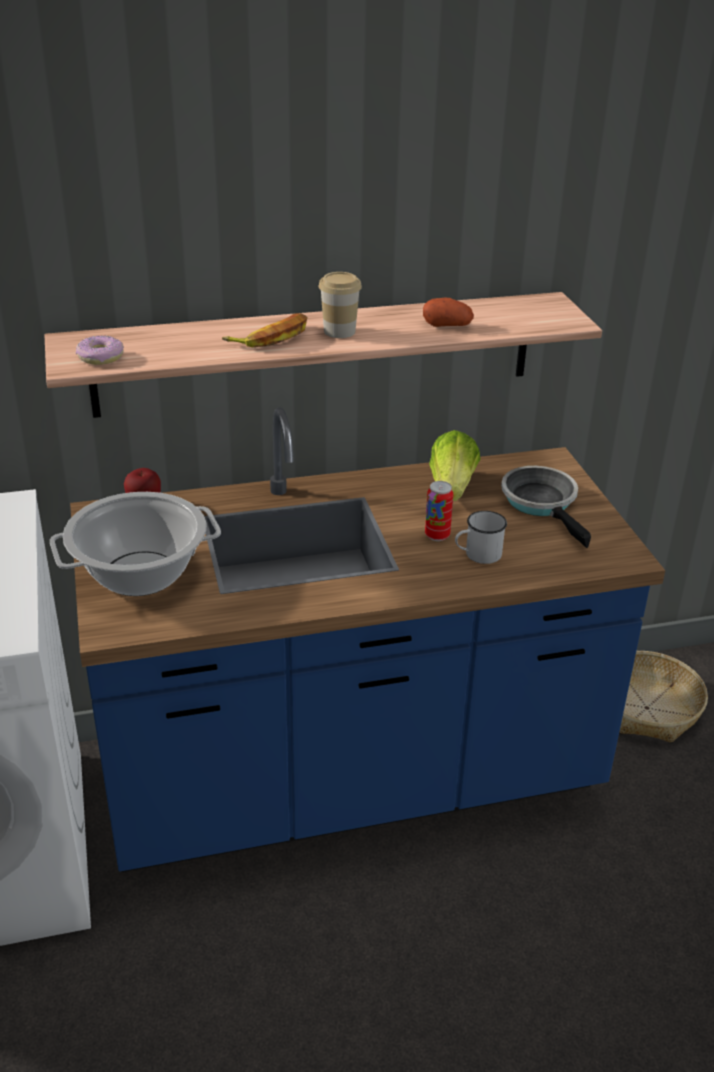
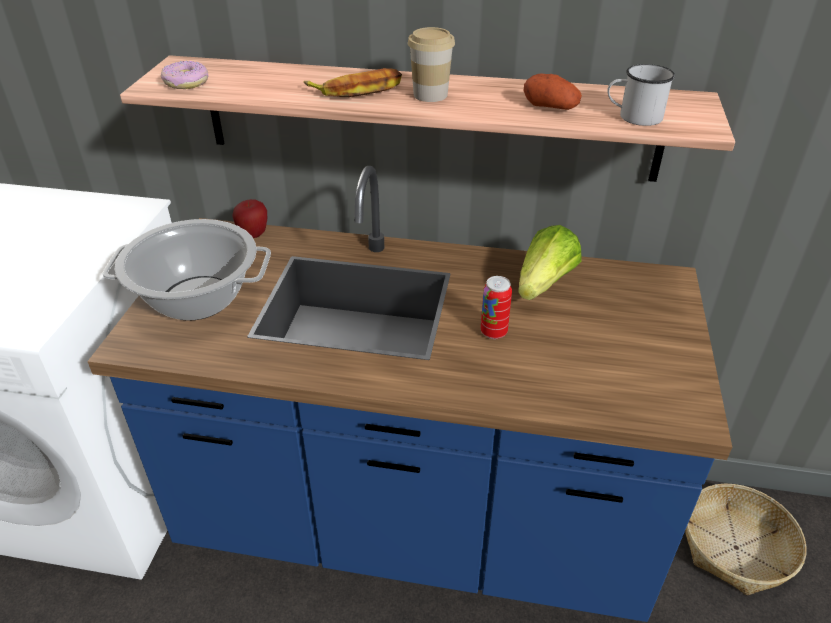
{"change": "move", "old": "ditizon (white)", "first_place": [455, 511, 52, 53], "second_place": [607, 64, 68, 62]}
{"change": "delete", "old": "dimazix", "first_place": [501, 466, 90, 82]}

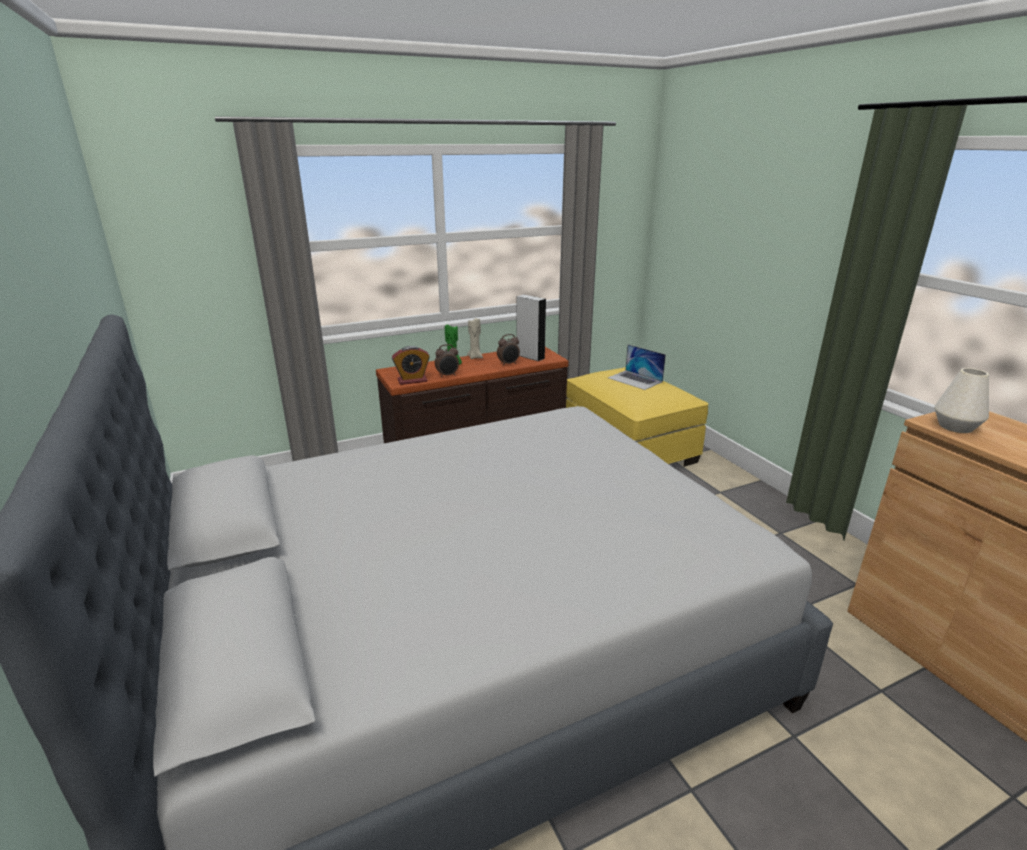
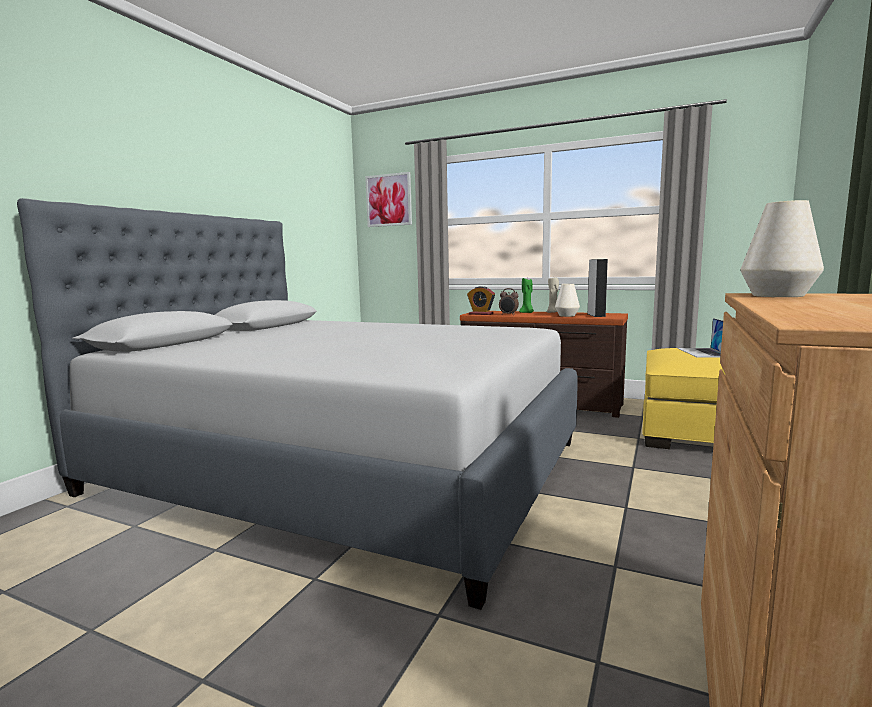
{"change": "insert", "new": "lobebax", "second_place": [365, 172, 47, 55]}
{"change": "replace", "old": "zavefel", "new": "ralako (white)", "first_place": [497, 334, 23, 32], "second_place": [555, 284, 25, 33]}

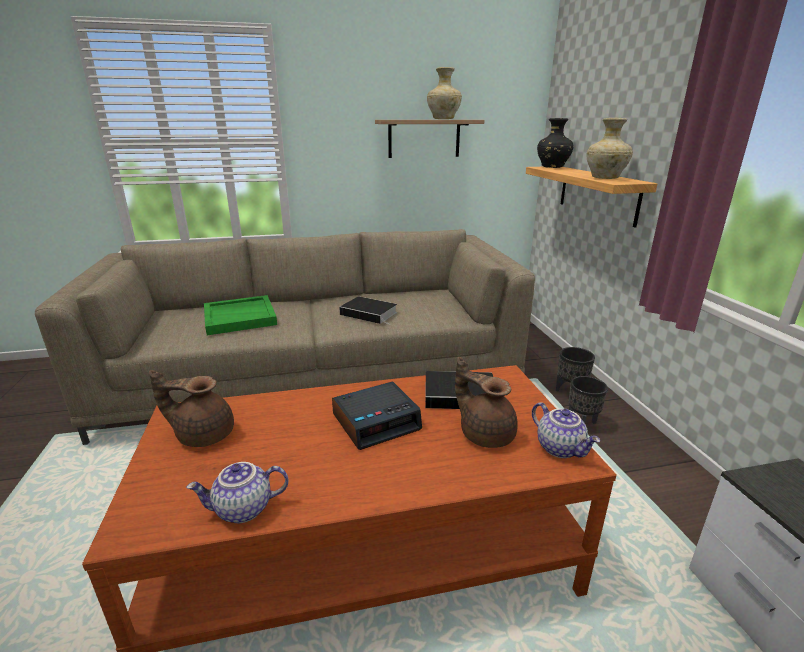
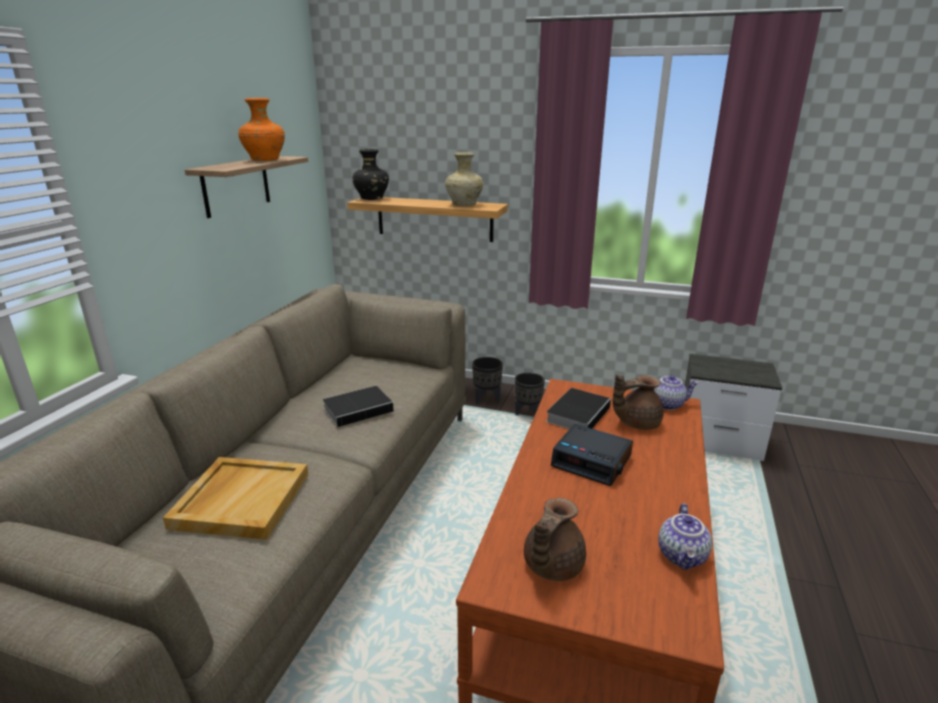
{"change": "recolor", "old": "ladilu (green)", "new": "ladilu (beige)", "first_place": [204, 295, 73, 40], "second_place": [163, 457, 145, 83]}
{"change": "recolor", "old": "ralako (beige)", "new": "ralako (orange)", "first_place": [427, 67, 35, 52], "second_place": [238, 98, 47, 63]}
{"change": "rotate", "old": "zavefel", "first_place": [332, 382, 90, 68], "second_place": [551, 424, 82, 62], "degrees": 120}

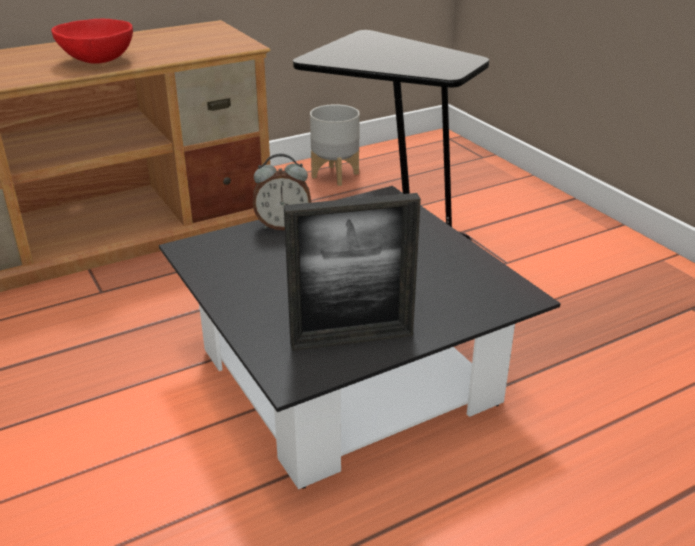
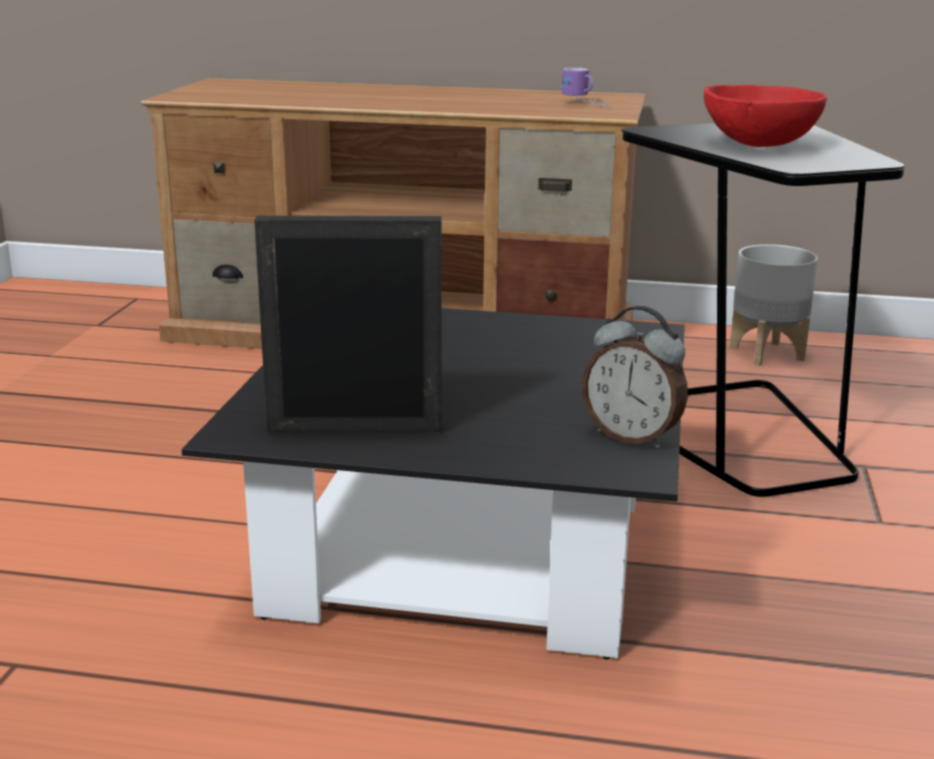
{"change": "rotate", "old": "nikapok", "first_place": [284, 193, 137, 158], "second_place": [254, 216, 188, 217], "degrees": 150}
{"change": "insert", "new": "ditizon", "second_place": [562, 67, 48, 40]}
{"change": "move", "old": "zavefel", "first_place": [253, 154, 58, 76], "second_place": [582, 306, 106, 142]}
{"change": "move", "old": "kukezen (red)", "first_place": [51, 19, 82, 45], "second_place": [704, 85, 123, 62]}

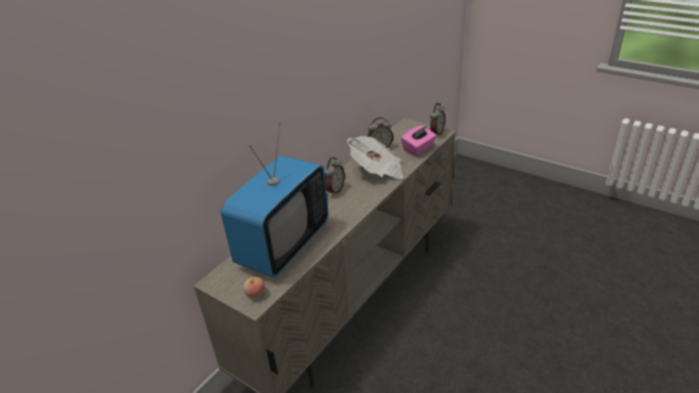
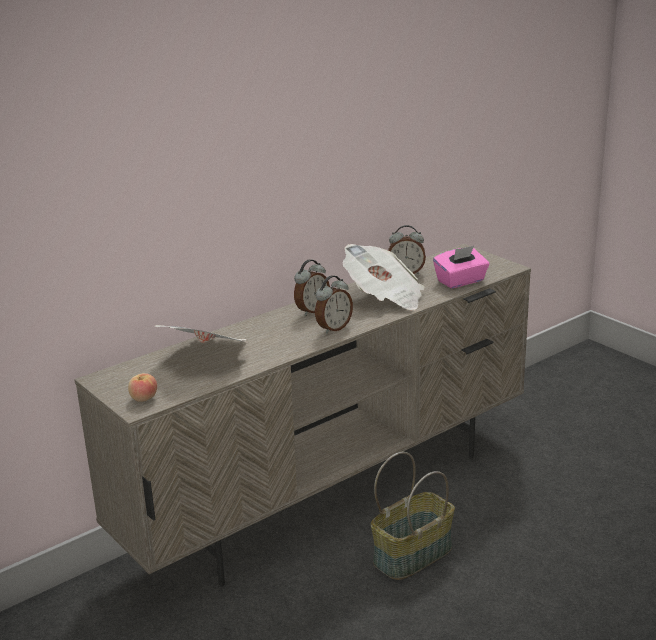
{"change": "replace", "old": "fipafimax", "new": "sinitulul", "first_place": [221, 123, 108, 155], "second_place": [155, 325, 91, 18]}
{"change": "move", "old": "zavefel", "first_place": [430, 103, 15, 33], "second_place": [315, 275, 38, 59]}
{"change": "insert", "new": "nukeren", "second_place": [371, 452, 84, 128]}

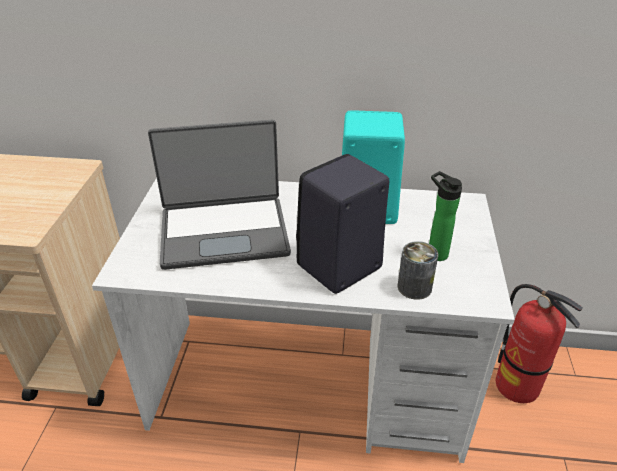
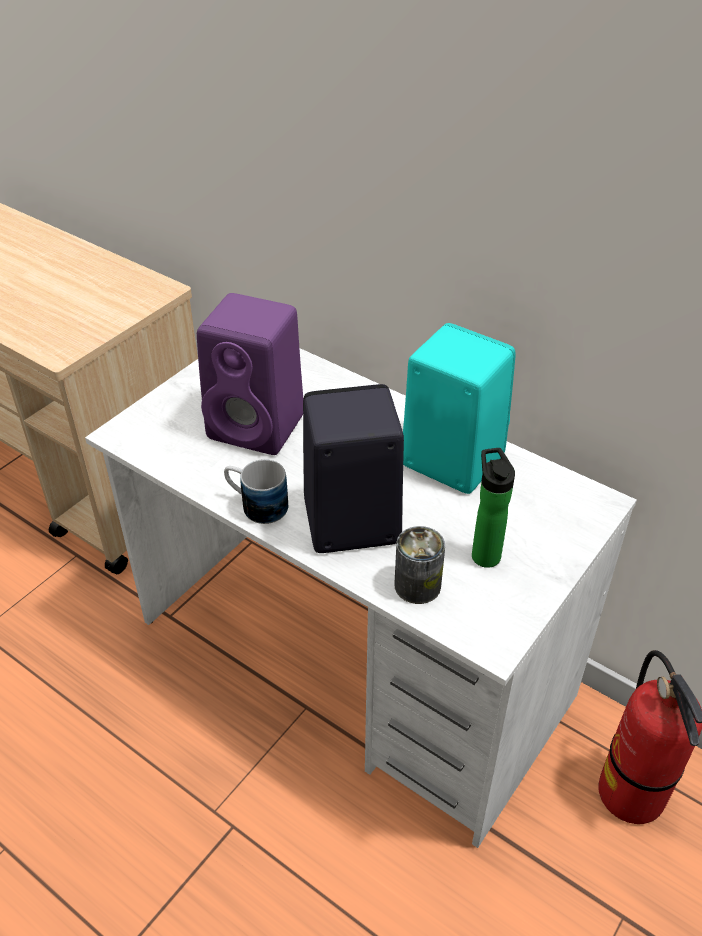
{"change": "replace", "old": "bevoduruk", "new": "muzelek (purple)", "first_place": [148, 120, 143, 150], "second_place": [197, 293, 106, 162]}
{"change": "insert", "new": "ditizon", "second_place": [224, 459, 64, 65]}

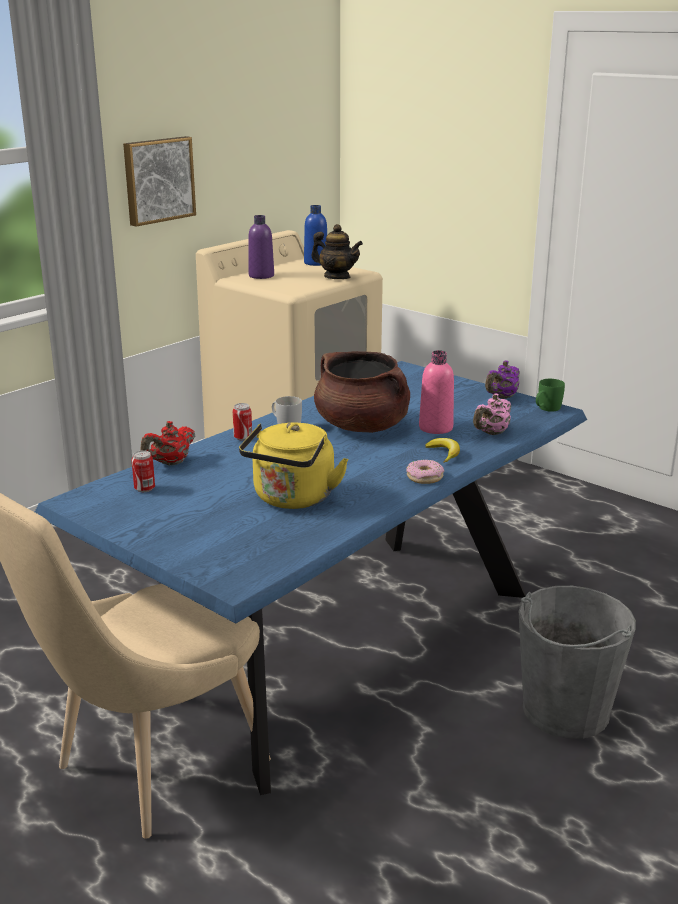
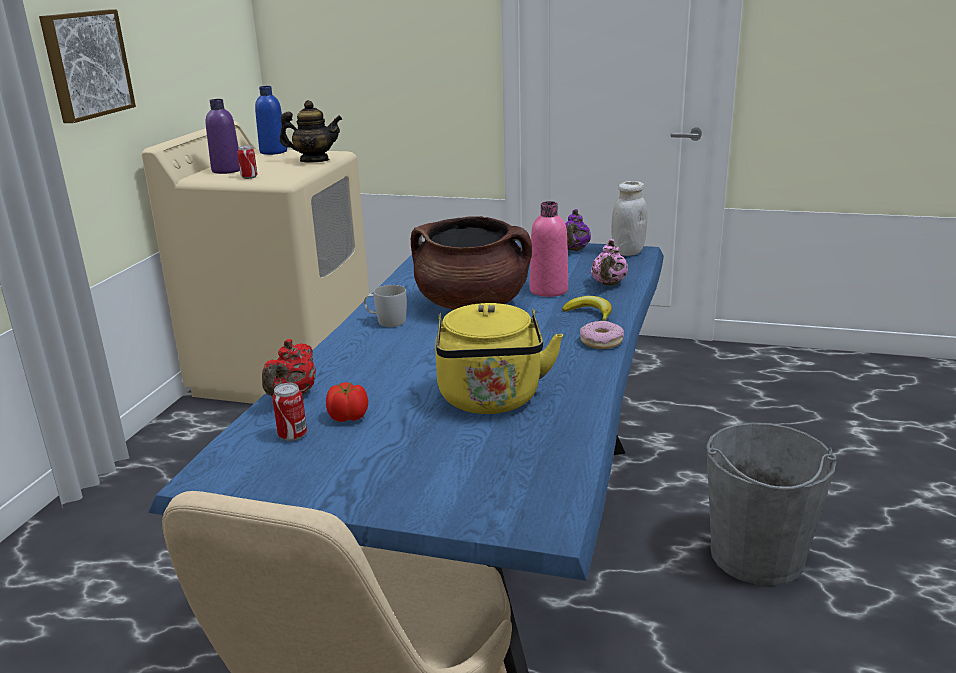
{"change": "move", "old": "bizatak", "first_place": [233, 403, 19, 38], "second_place": [237, 146, 21, 33]}
{"change": "insert", "new": "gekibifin", "second_place": [326, 382, 42, 40]}
{"change": "replace", "old": "ditizon (green)", "new": "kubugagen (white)", "first_place": [536, 379, 29, 33], "second_place": [611, 181, 36, 75]}

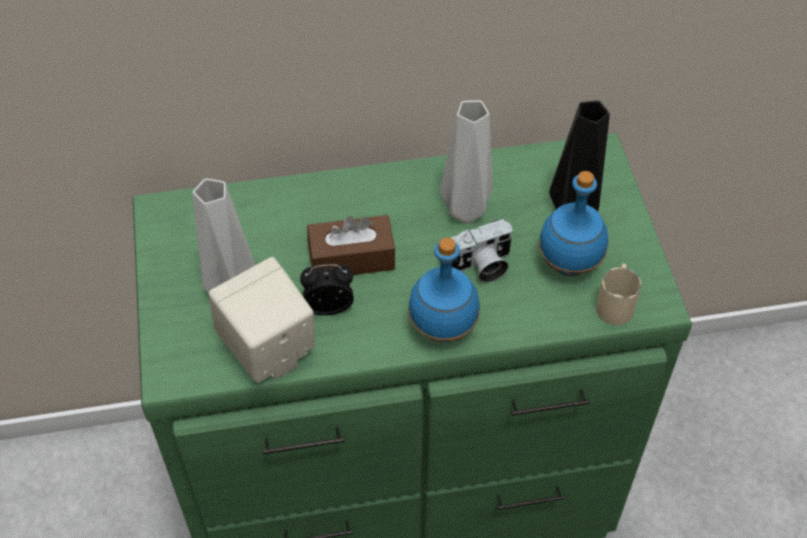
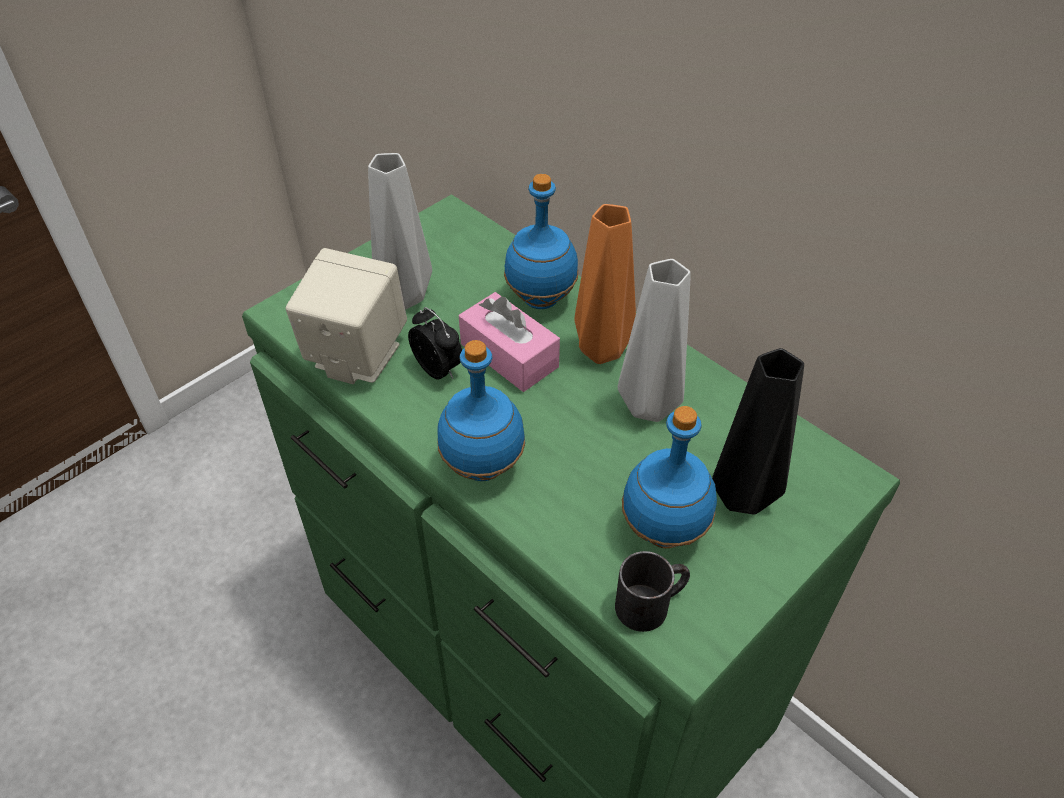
{"change": "recolor", "old": "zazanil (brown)", "new": "zazanil (pink)", "first_place": [307, 215, 88, 60], "second_place": [459, 292, 101, 100]}
{"change": "insert", "new": "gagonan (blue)", "second_place": [504, 174, 74, 135]}
{"change": "insert", "new": "ralako (orange)", "second_place": [575, 204, 61, 160]}
{"change": "recolor", "old": "ditizon (beige)", "new": "ditizon (black)", "first_place": [596, 263, 45, 62], "second_place": [615, 551, 75, 81]}
{"change": "delete", "old": "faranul", "first_place": [451, 219, 62, 63]}

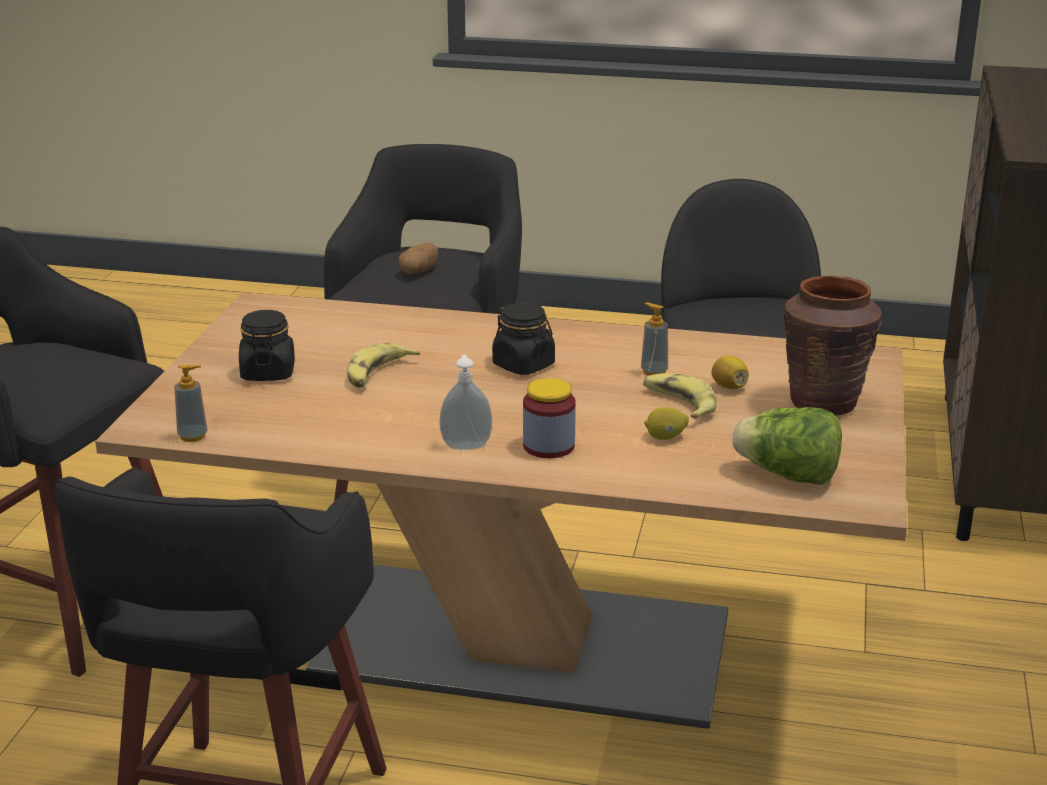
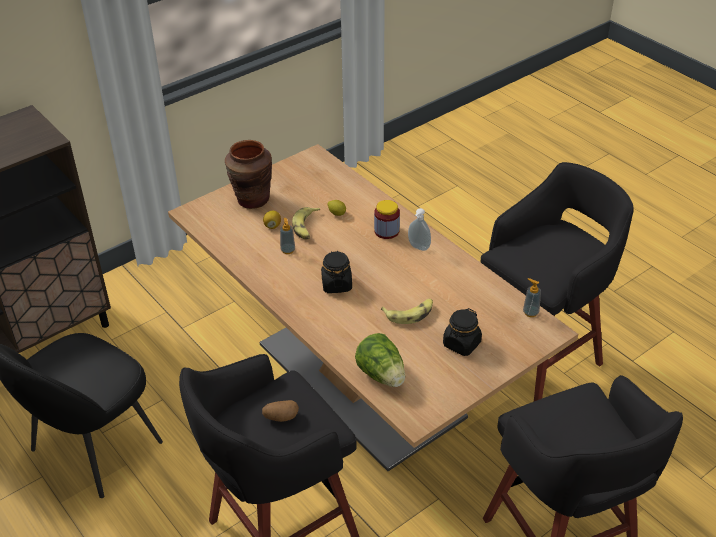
{"change": "move", "old": "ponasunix", "first_place": [732, 407, 110, 78], "second_place": [355, 333, 50, 54]}

